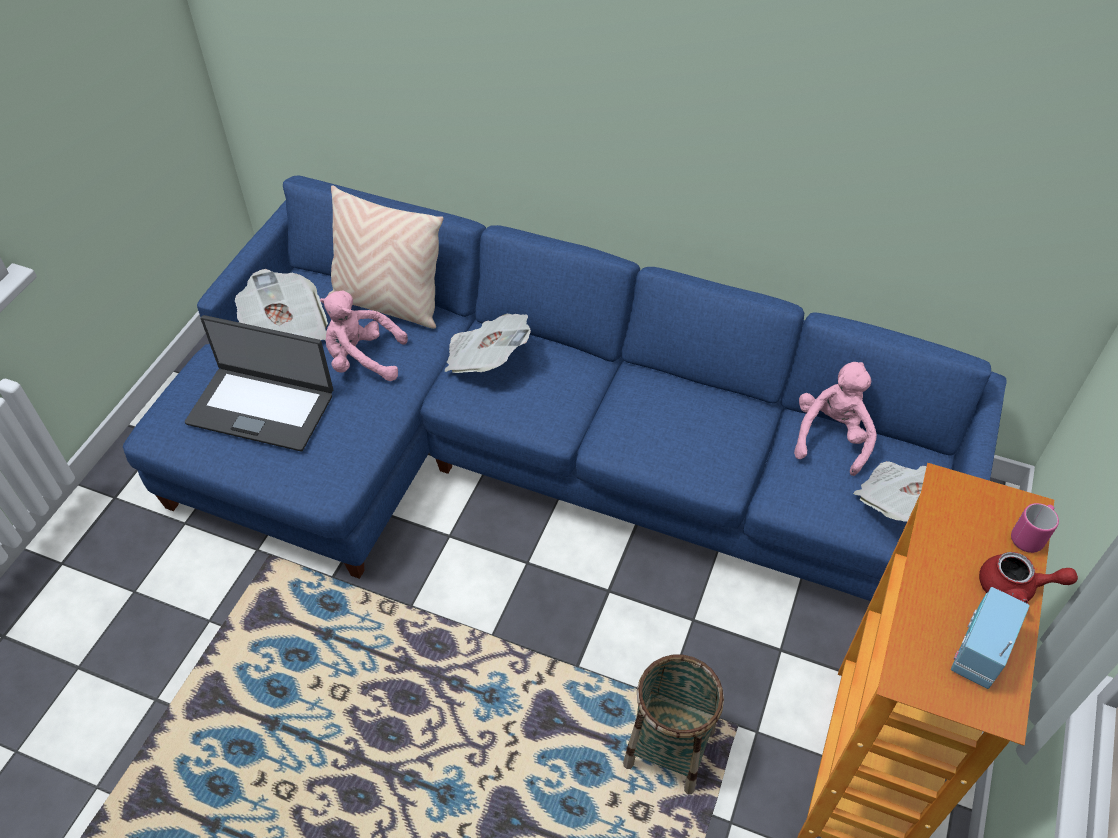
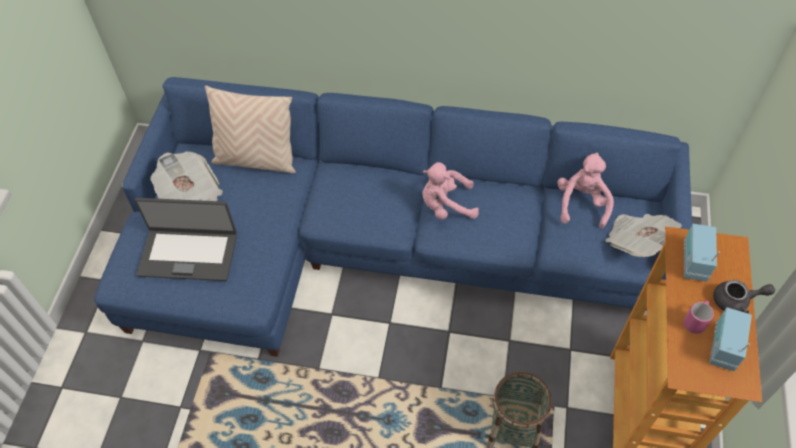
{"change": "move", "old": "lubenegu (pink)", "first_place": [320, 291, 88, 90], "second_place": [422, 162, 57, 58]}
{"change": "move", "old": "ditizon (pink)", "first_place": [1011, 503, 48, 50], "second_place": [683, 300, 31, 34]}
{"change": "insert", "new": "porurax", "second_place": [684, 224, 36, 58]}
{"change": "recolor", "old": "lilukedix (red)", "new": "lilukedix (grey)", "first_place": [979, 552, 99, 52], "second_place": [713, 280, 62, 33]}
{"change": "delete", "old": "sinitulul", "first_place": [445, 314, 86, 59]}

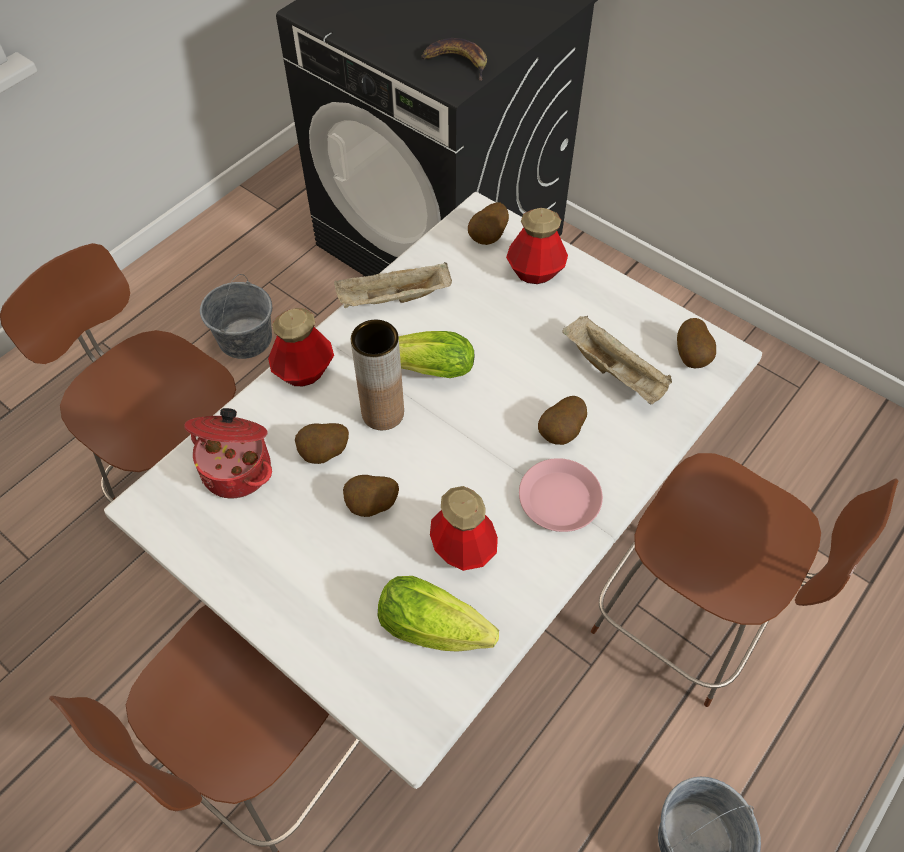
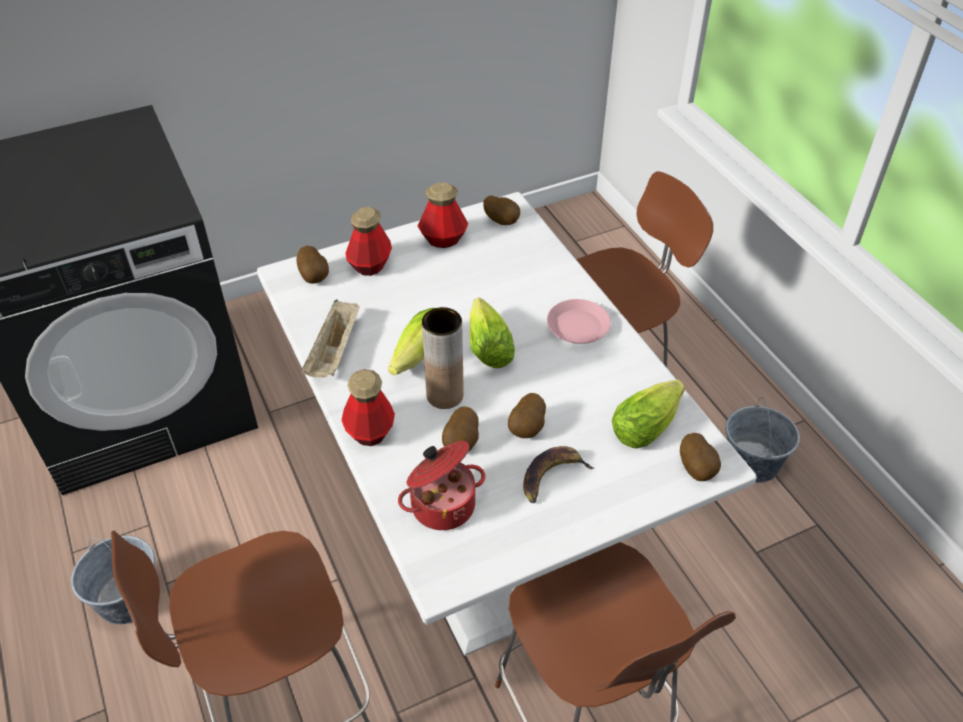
{"change": "move", "old": "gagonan", "first_place": [430, 486, 68, 85], "second_place": [418, 182, 50, 66]}
{"change": "insert", "new": "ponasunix", "second_place": [469, 298, 46, 70]}
{"change": "move", "old": "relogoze", "first_place": [421, 38, 66, 43], "second_place": [523, 446, 71, 57]}
{"change": "move", "old": "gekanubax", "first_place": [538, 396, 49, 49], "second_place": [680, 433, 41, 48]}
{"change": "delete", "old": "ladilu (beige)", "first_place": [562, 316, 110, 88]}

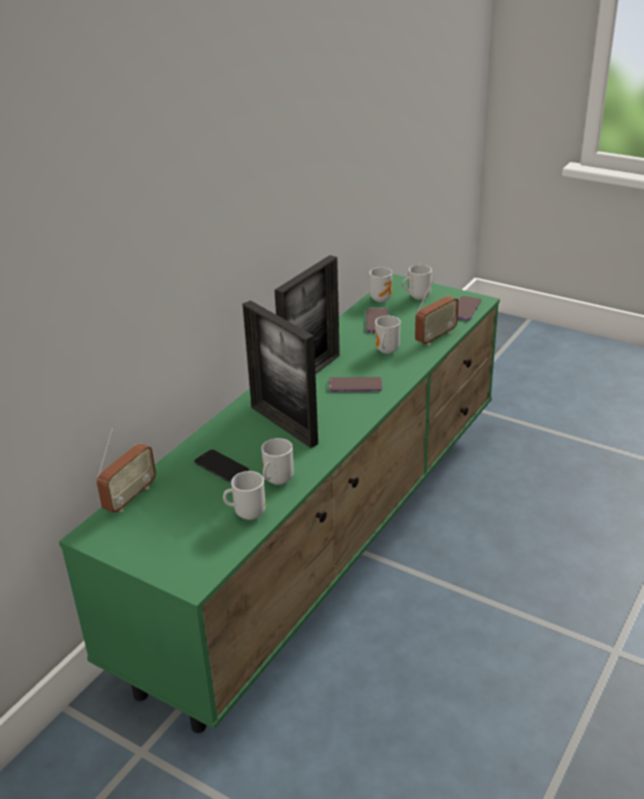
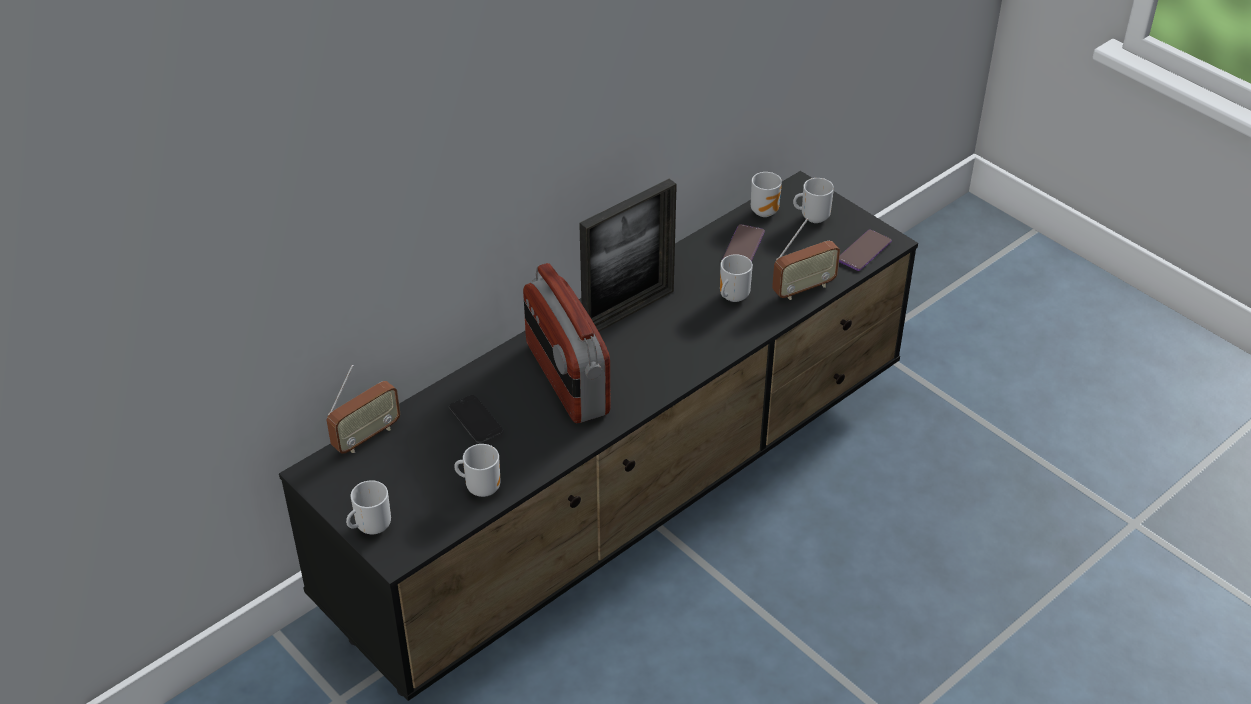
{"change": "recolor", "old": "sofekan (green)", "new": "sofekan (black)", "first_place": [59, 274, 441, 459], "second_place": [279, 171, 639, 530]}
{"change": "move", "old": "ditizon", "first_place": [261, 438, 33, 47], "second_place": [346, 480, 45, 54]}
{"change": "replace", "old": "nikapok", "new": "porurax", "first_place": [243, 300, 75, 148], "second_place": [523, 263, 88, 160]}
{"change": "delete", "old": "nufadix", "first_place": [329, 377, 53, 15]}

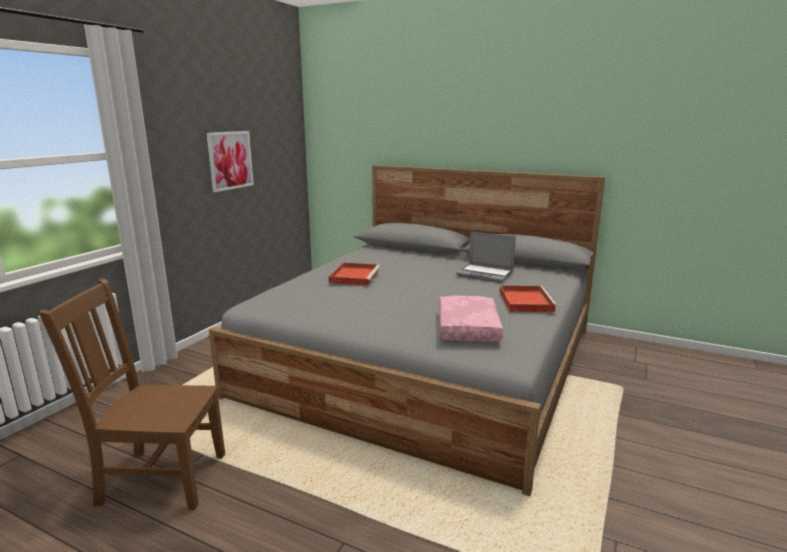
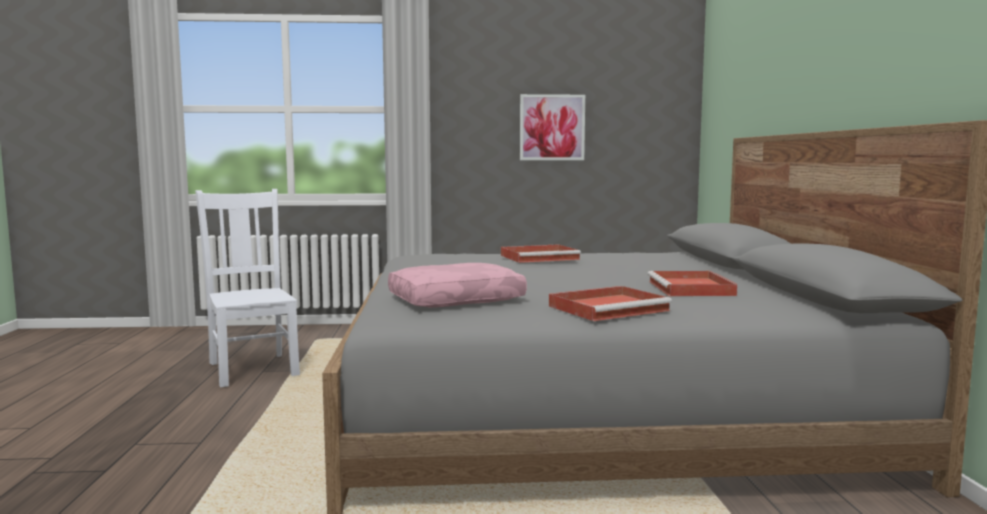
{"change": "recolor", "old": "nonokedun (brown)", "new": "nonokedun (white)", "first_place": [39, 278, 186, 232], "second_place": [195, 189, 105, 198]}
{"change": "replace", "old": "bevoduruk", "new": "ladilu (red)", "first_place": [456, 231, 60, 52], "second_place": [647, 271, 91, 25]}

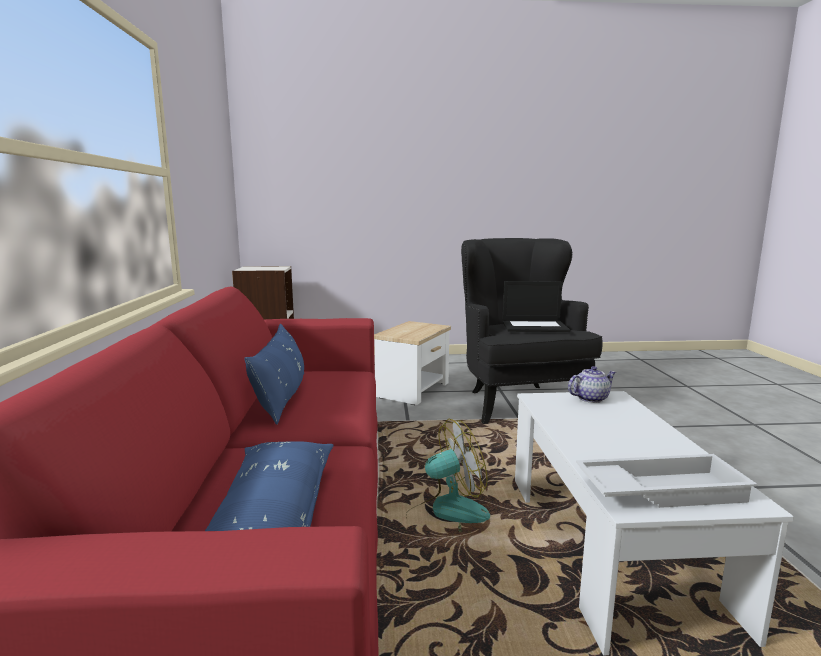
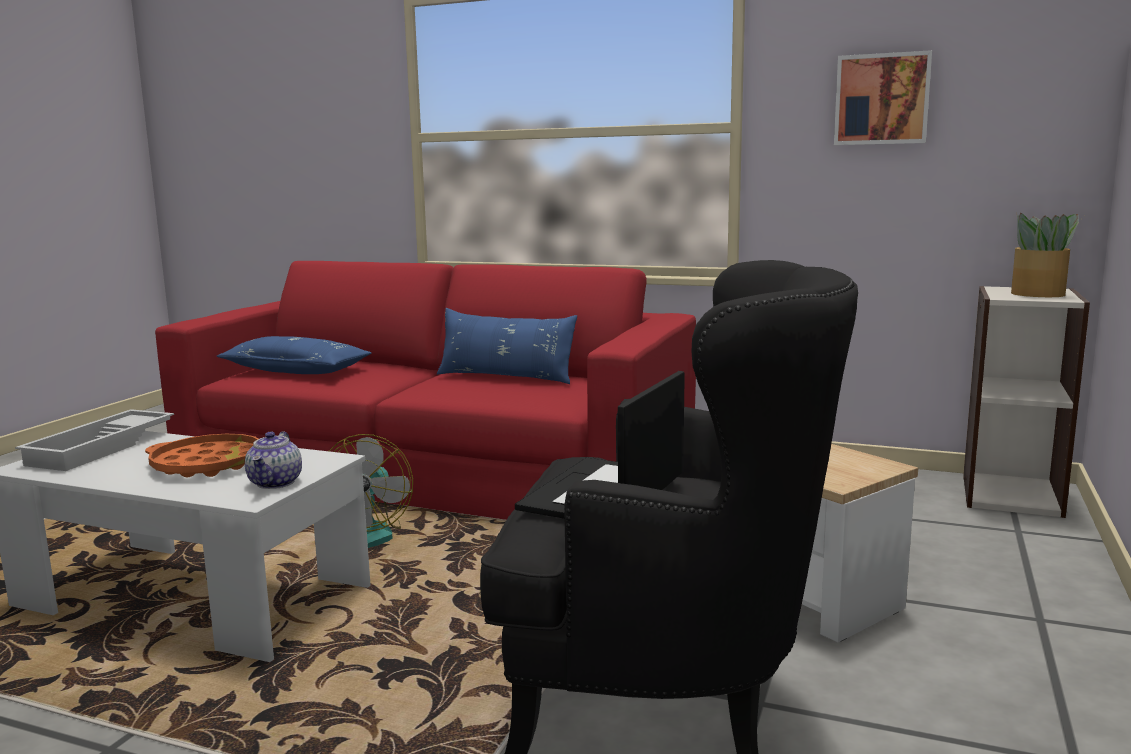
{"change": "insert", "new": "ladilu (orange)", "second_place": [145, 434, 114, 43]}
{"change": "insert", "new": "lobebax", "second_place": [834, 50, 98, 95]}
{"change": "insert", "new": "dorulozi", "second_place": [1011, 213, 69, 84]}

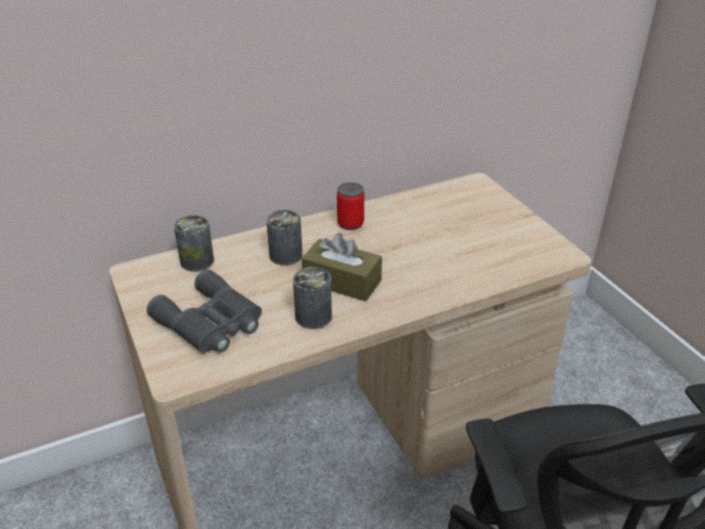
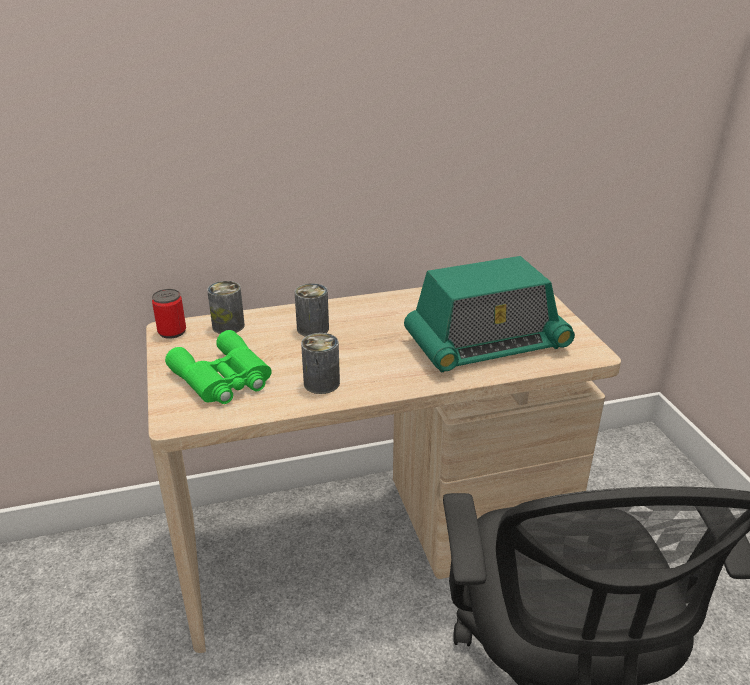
{"change": "move", "old": "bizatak", "first_place": [337, 182, 27, 48], "second_place": [152, 289, 34, 50]}
{"change": "recolor", "old": "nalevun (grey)", "new": "nalevun (green)", "first_place": [147, 269, 115, 84], "second_place": [165, 330, 107, 74]}
{"change": "insert", "new": "porurax", "second_place": [404, 256, 171, 116]}
{"change": "delete", "old": "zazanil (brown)", "first_place": [302, 233, 80, 68]}

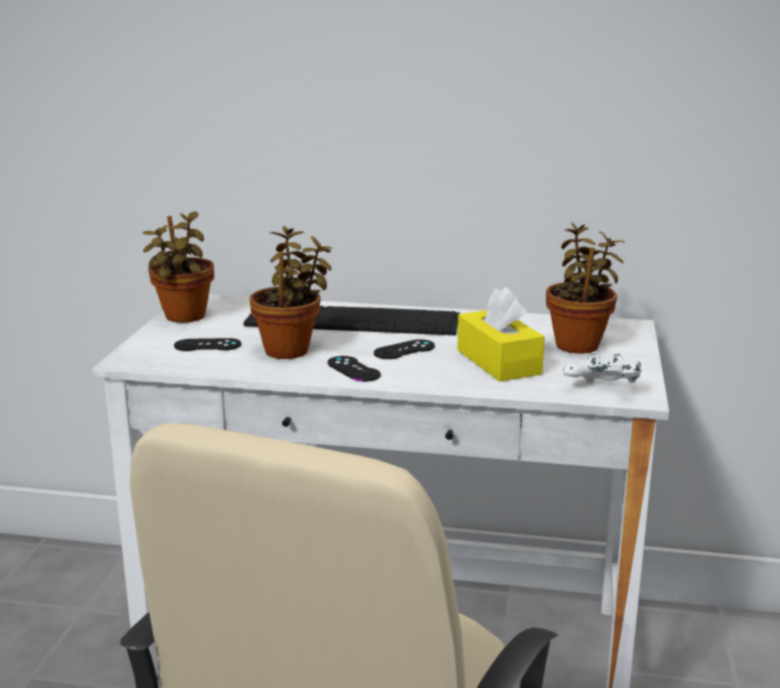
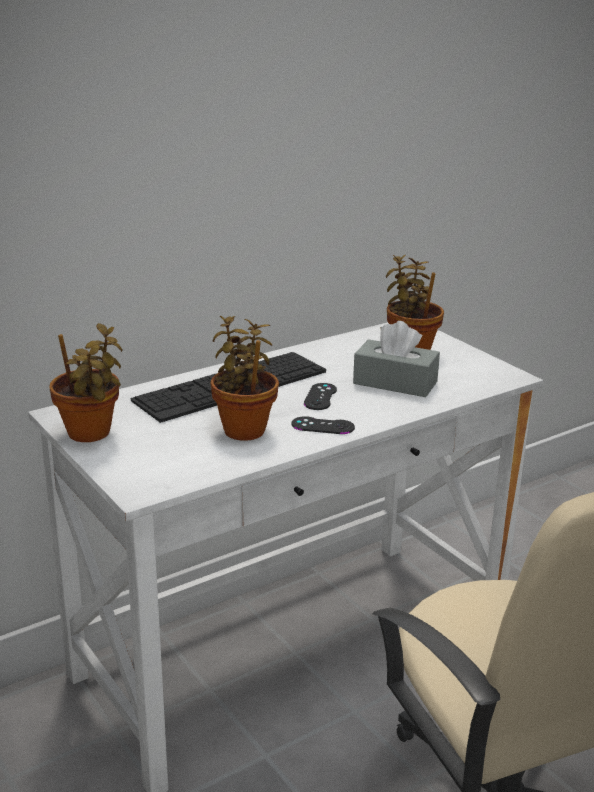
{"change": "recolor", "old": "zazanil (yellow)", "new": "zazanil (grey)", "first_place": [457, 287, 88, 95], "second_place": [353, 321, 87, 76]}
{"change": "delete", "old": "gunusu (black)", "first_place": [174, 338, 67, 13]}
{"change": "delete", "old": "gunusu (white)", "first_place": [563, 354, 79, 29]}

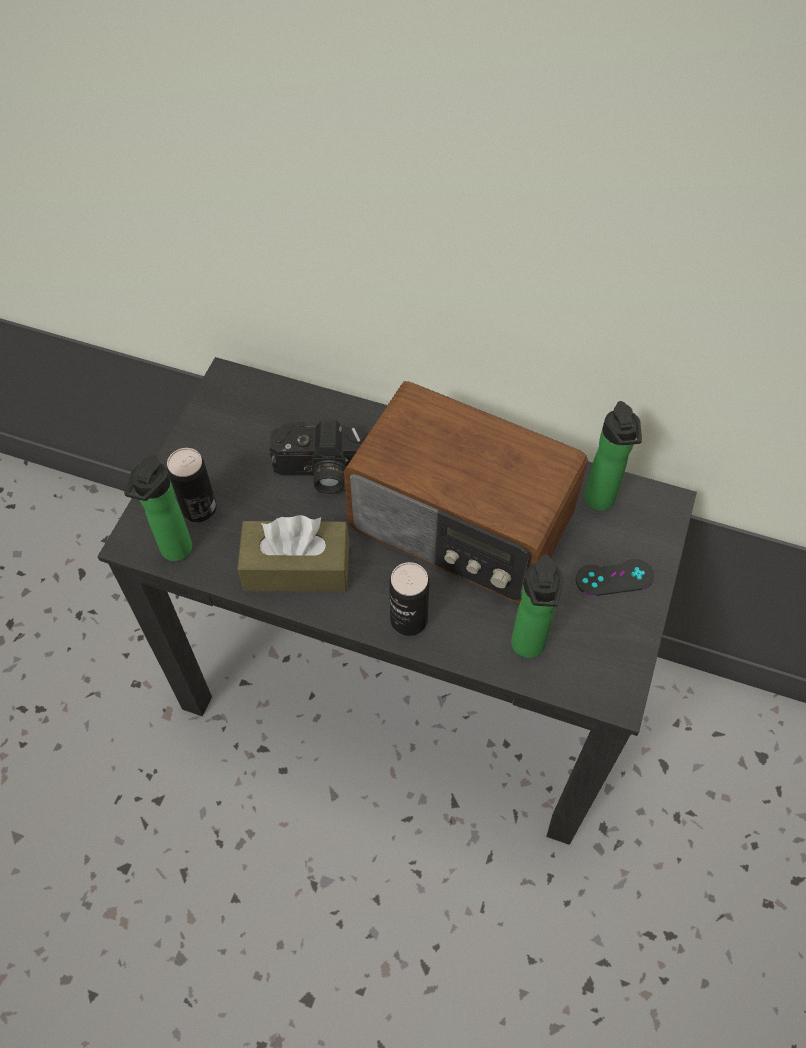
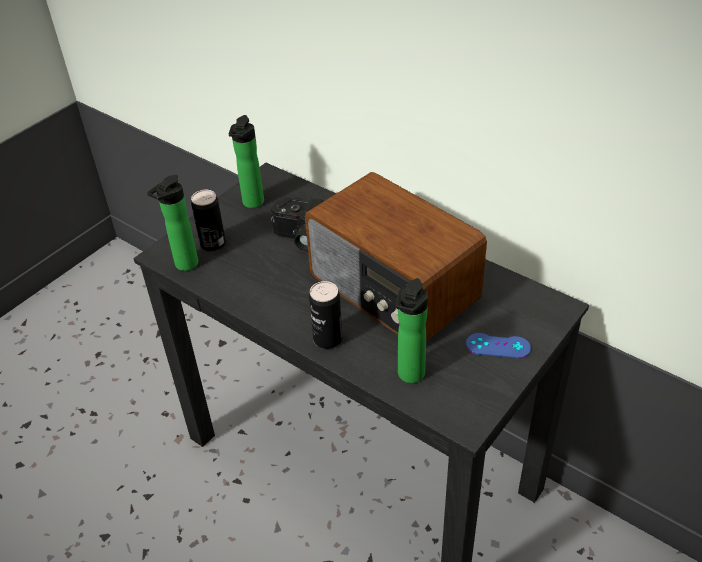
{"change": "move", "old": "gagonan", "first_place": [584, 401, 58, 110], "second_place": [229, 115, 35, 93]}
{"change": "recolor", "old": "gunusu (black)", "new": "gunusu (blue)", "first_place": [576, 559, 78, 37], "second_place": [466, 333, 65, 25]}
{"change": "delete", "old": "zazanil (brown)", "first_place": [237, 515, 112, 77]}

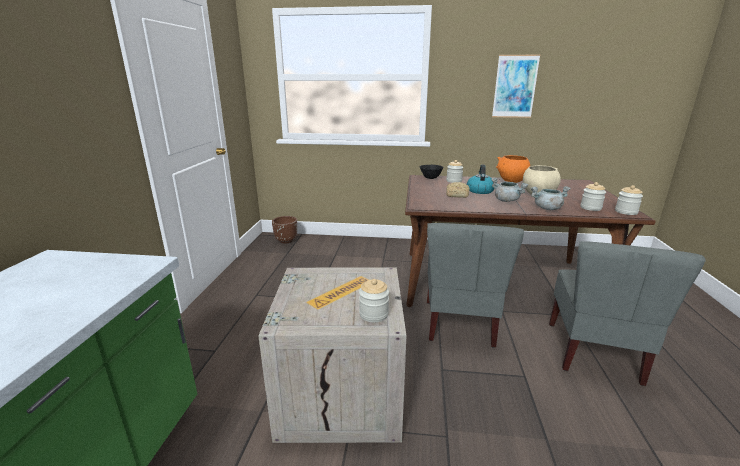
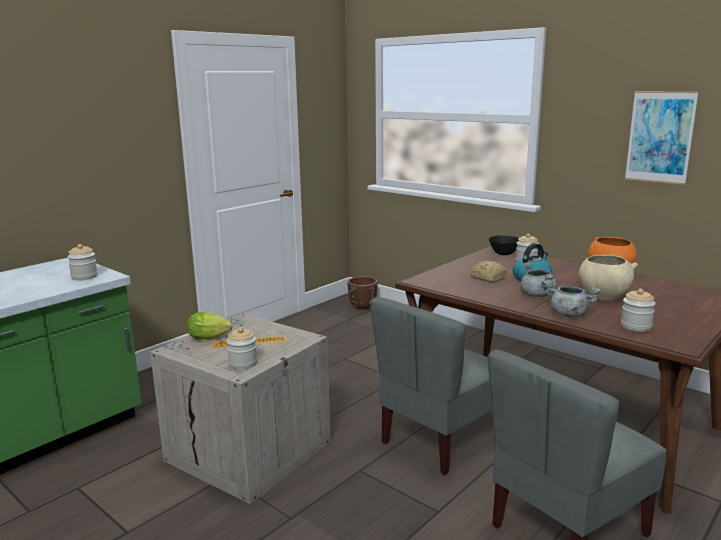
{"change": "move", "old": "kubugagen", "first_place": [615, 185, 28, 30], "second_place": [68, 244, 30, 36]}
{"change": "insert", "new": "ponasunix", "second_place": [187, 312, 46, 27]}

